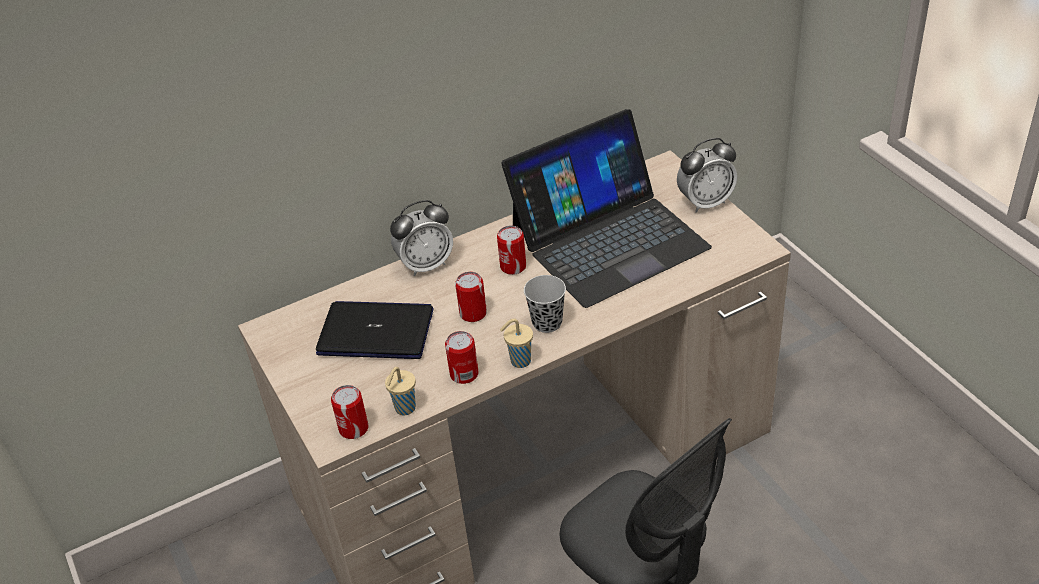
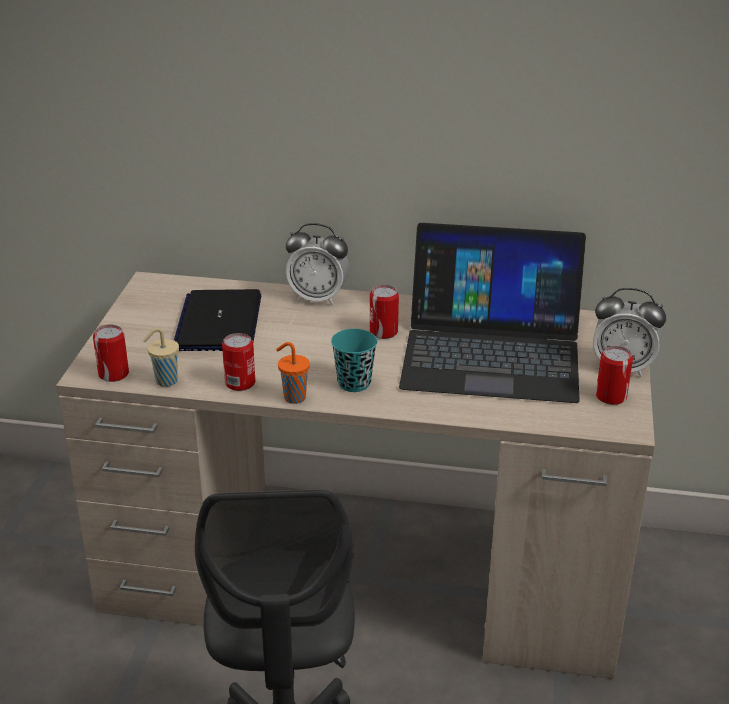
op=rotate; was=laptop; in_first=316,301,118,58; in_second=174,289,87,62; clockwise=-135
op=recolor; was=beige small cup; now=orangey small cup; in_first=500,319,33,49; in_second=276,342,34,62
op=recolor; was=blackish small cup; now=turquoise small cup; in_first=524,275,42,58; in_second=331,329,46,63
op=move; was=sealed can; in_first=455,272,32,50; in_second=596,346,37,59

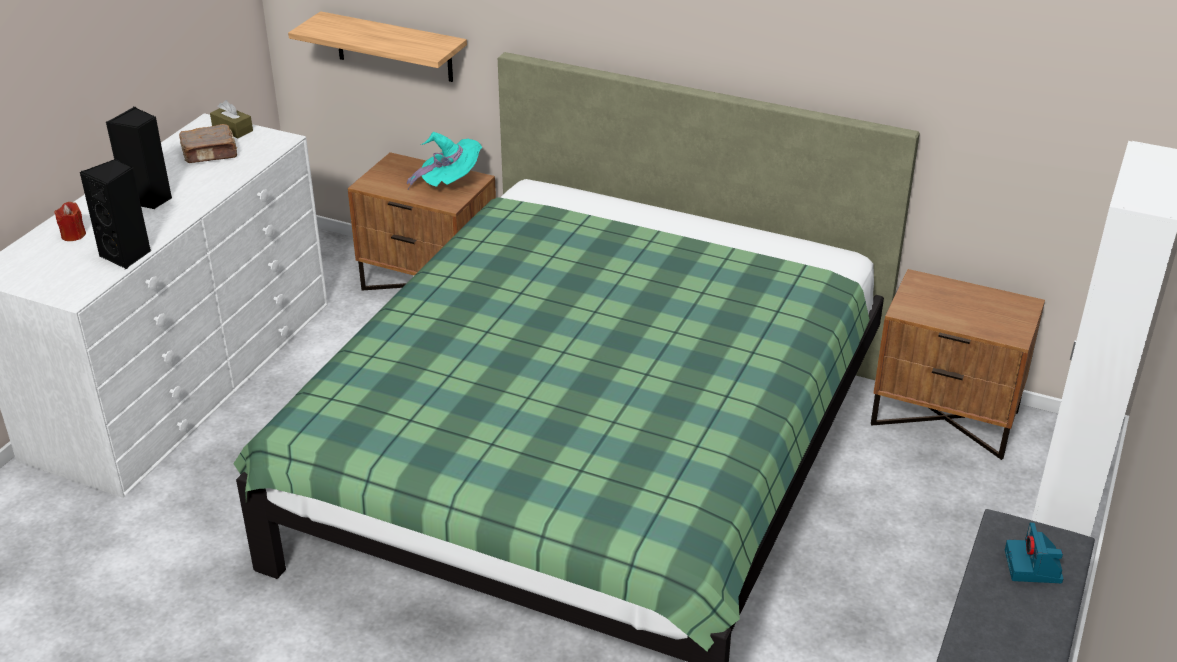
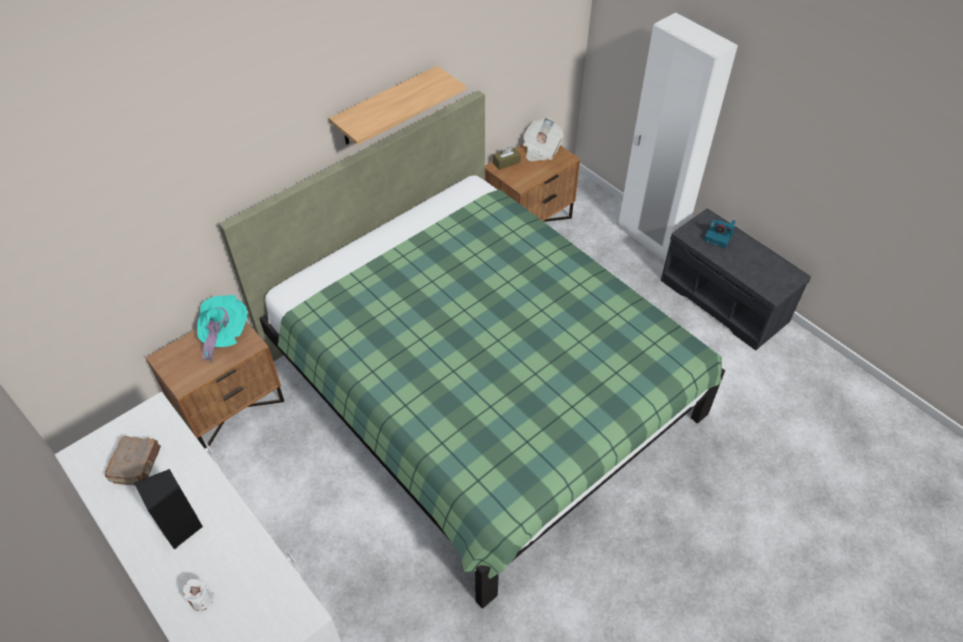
op=recolor; was=red-coloured wax light; now=white-coloured wax light; in_first=54,202,32,39; in_second=183,579,31,32
op=move; was=wall shelf; in_first=288,11,179,71; in_second=329,66,137,79
op=move; was=brownish box of tissues; in_first=210,100,43,38; in_second=493,146,28,24
op=insert; now=newspaper; in_second=523,117,41,44
op=delete; was=blackish loudspeaker; in_first=80,159,71,110

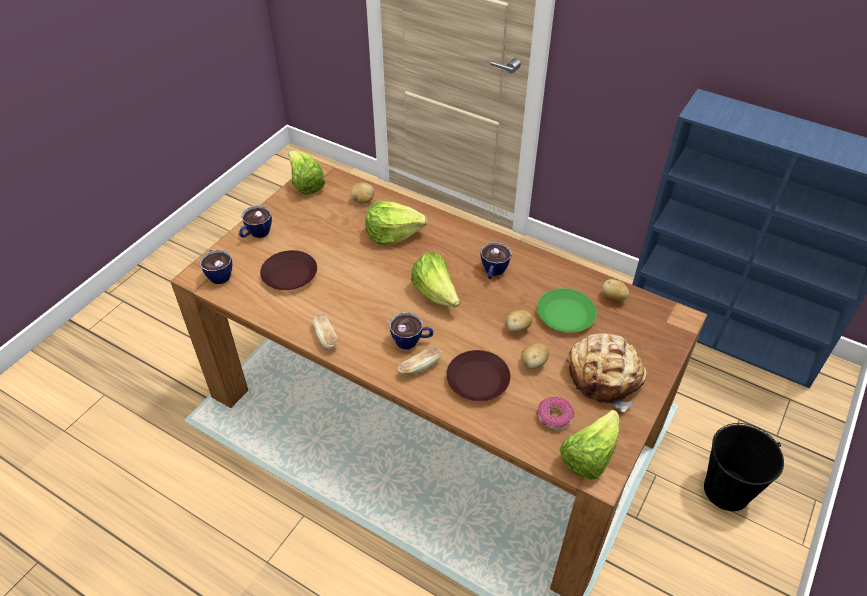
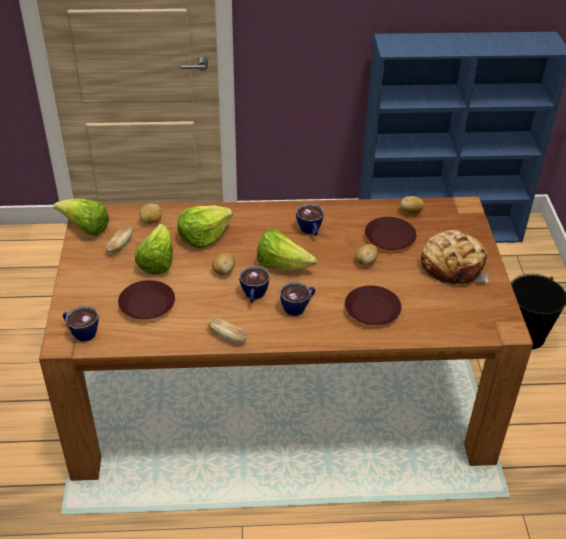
op=move; was=bread; in_first=398,348,43,28; in_second=106,226,27,27
op=move; was=lettuce; in_first=560,410,59,70; in_second=135,224,38,51
op=move; was=potato; in_first=521,344,28,25; in_second=212,253,23,22
op=move; was=small cup; in_first=239,206,33,32; in_second=239,266,31,37
op=recolor; was=green-coloured plate; now=brownish plate; in_first=537,288,60,44; in_second=365,217,51,33
op=delete; was=doughnut; in_first=537,397,37,33

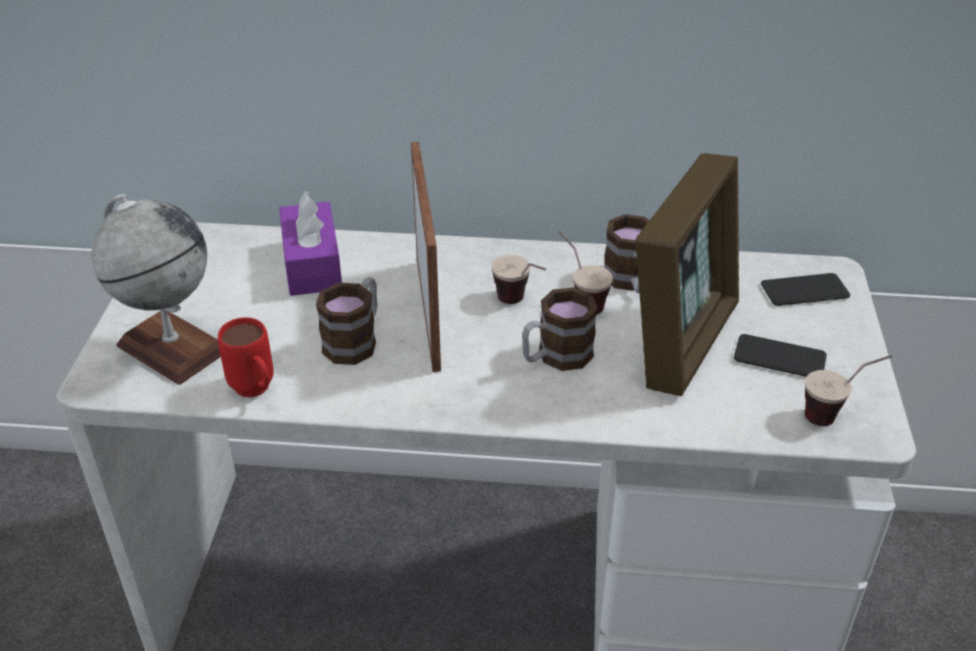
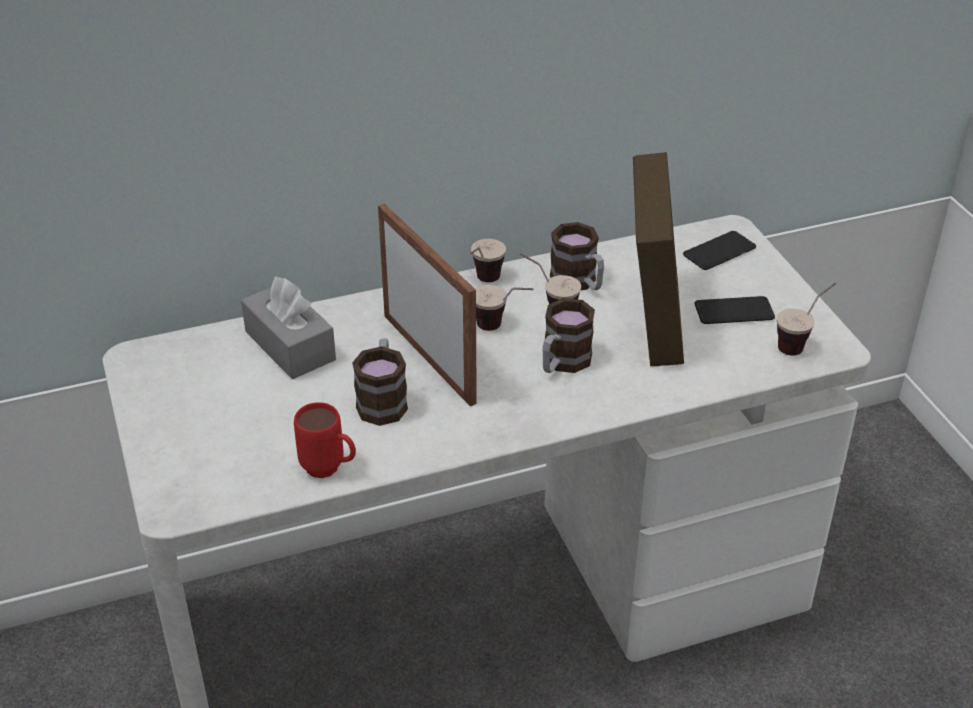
op=recolor; was=purple-coloured box of tissues; now=gray box of tissues; in_first=279,191,63,105; in_second=241,277,95,102
op=insert; now=small cup; in_second=470,239,36,43
op=delete; was=world globe; in_first=91,194,130,191

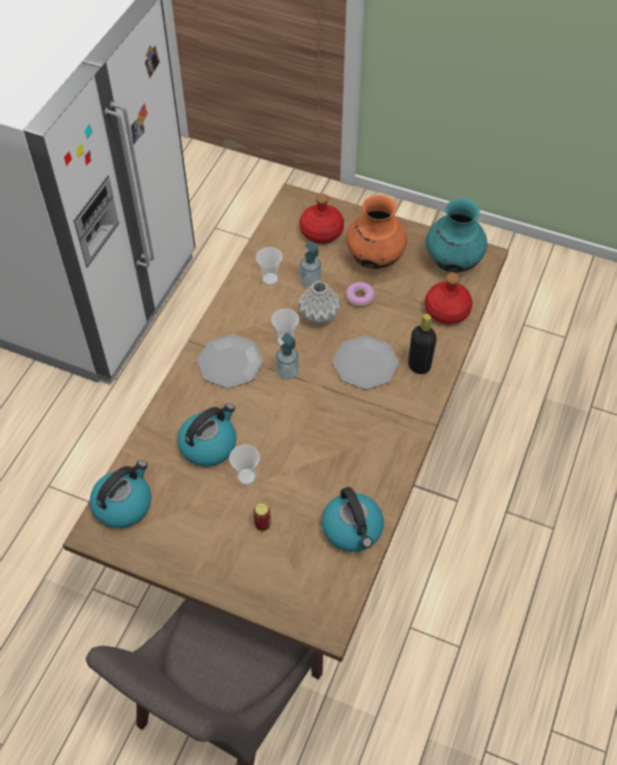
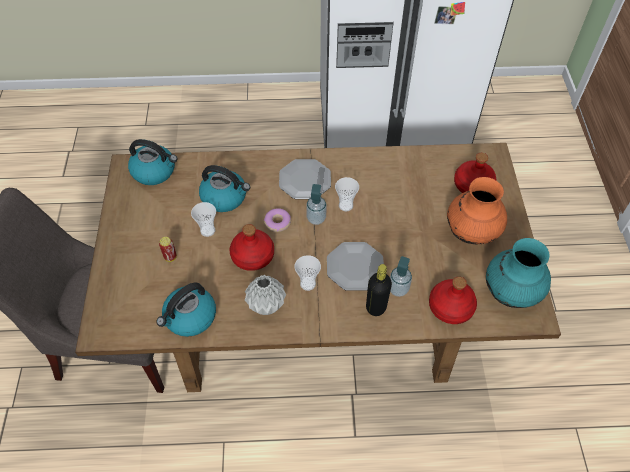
op=insert; now=red-coloured bottle; in_second=229,224,45,47
op=move; was=gray flower vase; in_first=298,281,42,45; in_second=245,275,41,40
op=move; was=doughnut; in_first=346,282,29,25; in_second=264,208,27,24
op=move; was=small cup; in_first=256,247,26,38; in_second=294,255,27,36
op=move; was=liquid soap bottle; in_first=299,241,22,47; in_second=390,256,22,41

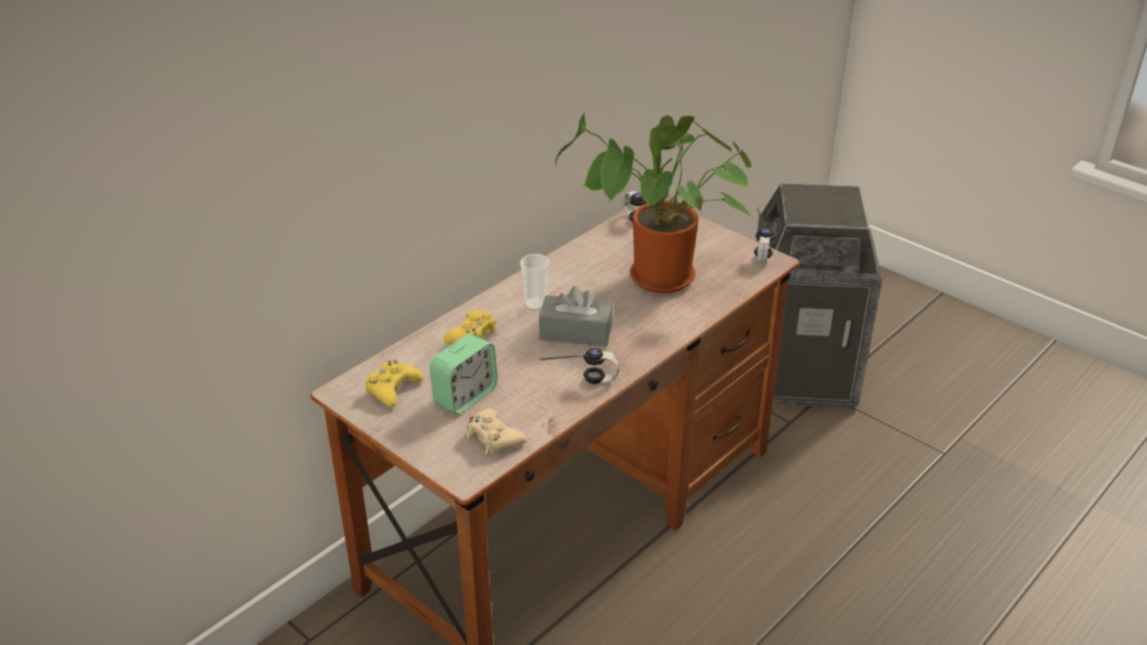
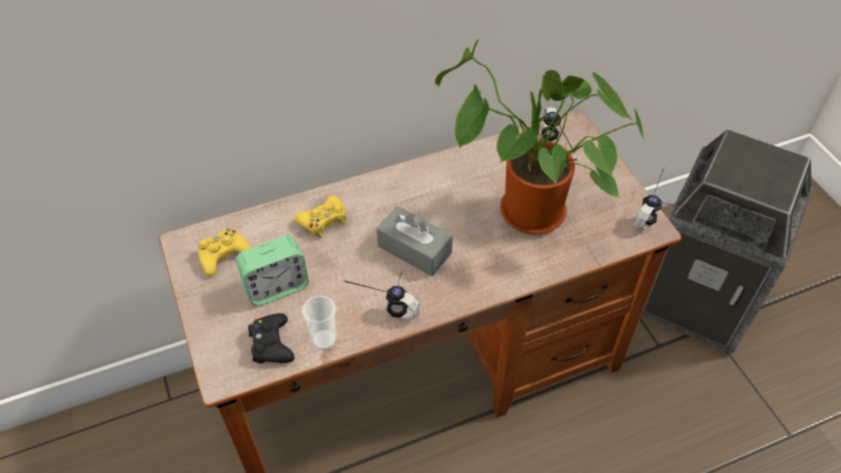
op=recolor; was=beige game controller; now=blackish game controller; in_first=466,408,60,47; in_second=248,313,47,50
op=move; was=small cup; in_first=520,254,30,57; in_second=302,295,35,55

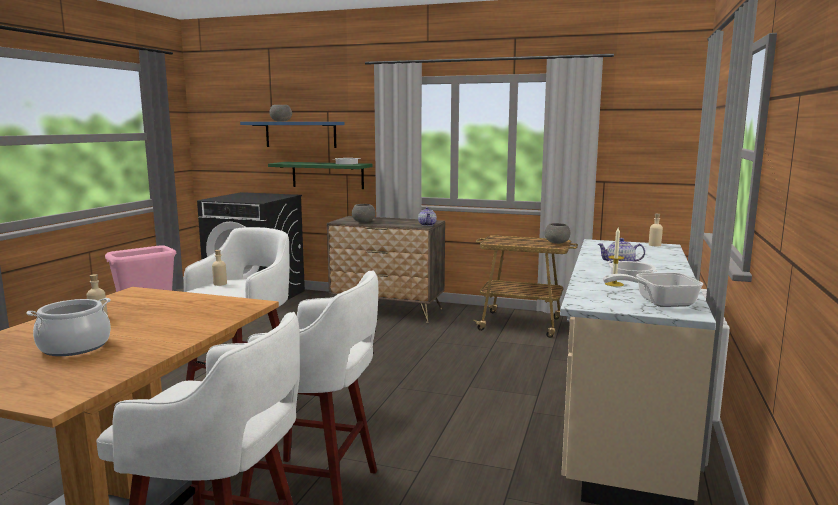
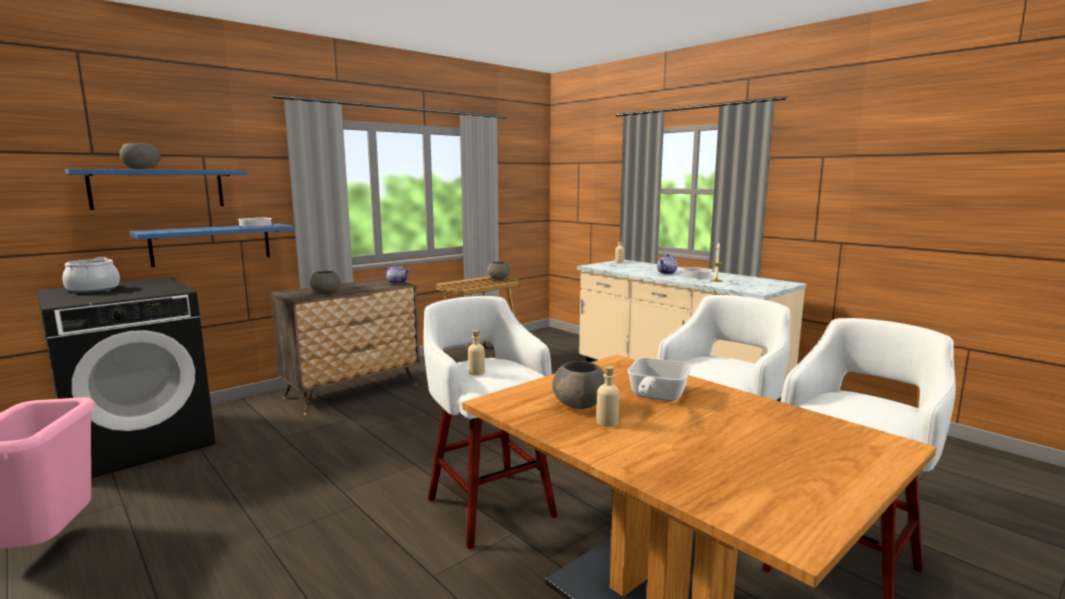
op=move; was=stockpot; in_first=26,298,85,58; in_second=62,257,58,36
op=recolor; was=green-coloured wall shelf; now=bluish wall shelf; in_first=268,162,104,27; in_second=129,224,165,43
op=insert; now=gray bowl; in_second=552,361,53,48
op=move; was=skillet; in_first=603,273,100,34; in_second=627,358,65,43

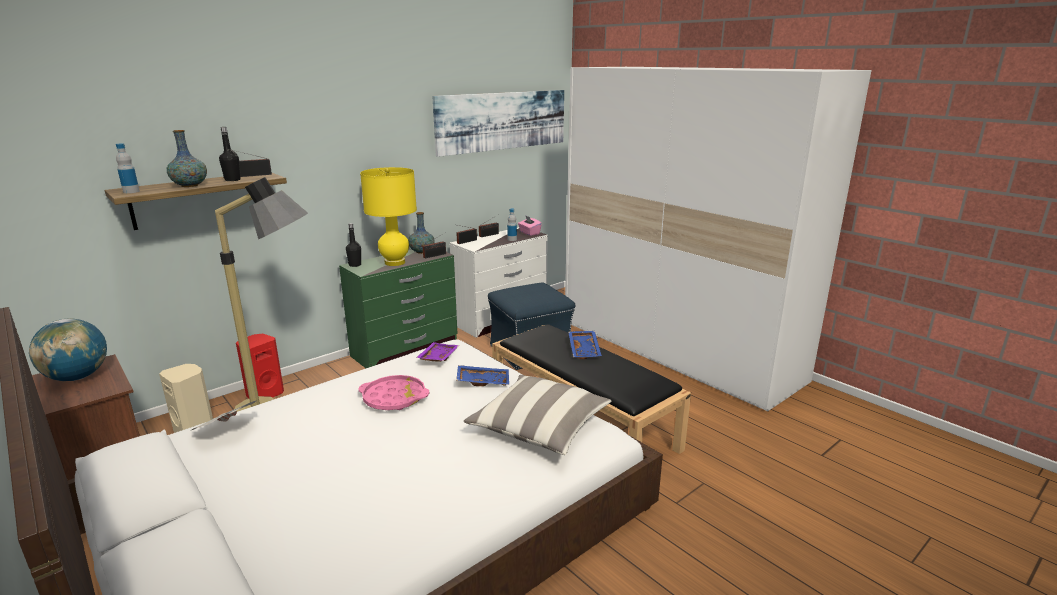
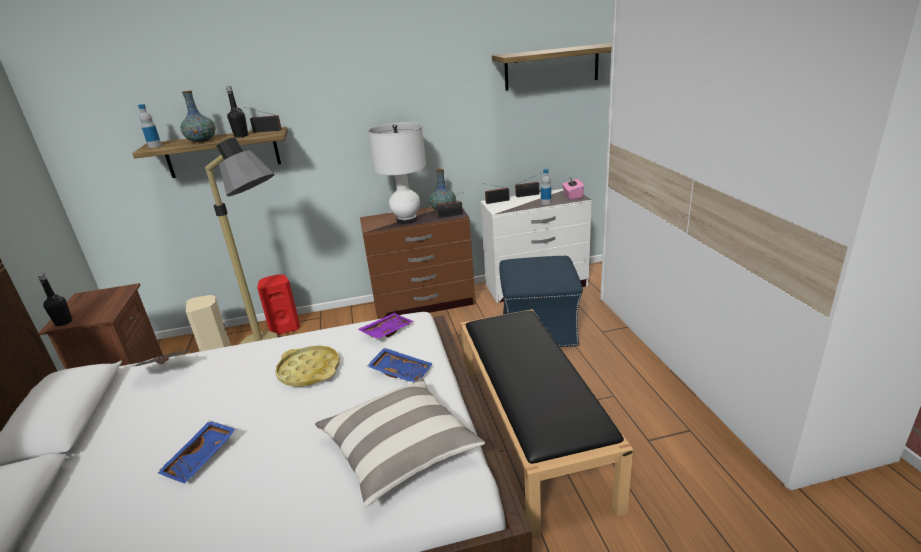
op=move; was=blackish bottle; in_first=346,223,15,44; in_second=38,274,34,52
op=move; was=bluish tray; in_first=568,331,34,28; in_second=157,421,79,62
op=recolor; was=pink-coloured tray; now=yellowish tray; in_first=358,375,72,35; in_second=275,345,65,42
op=recolor; was=green-coloured chest of drawers; now=brownish chest of drawers; in_first=339,249,118,119; in_second=360,207,115,112
op=recolor; was=yellowish table lamp; now=white-coloured table lamp; in_first=360,167,57,99; in_second=368,122,58,102
op=replace; was=picture; now=wall shelf; in_first=432,90,132,67; in_second=492,43,120,47
op=delete; was=world globe; in_first=29,318,78,63

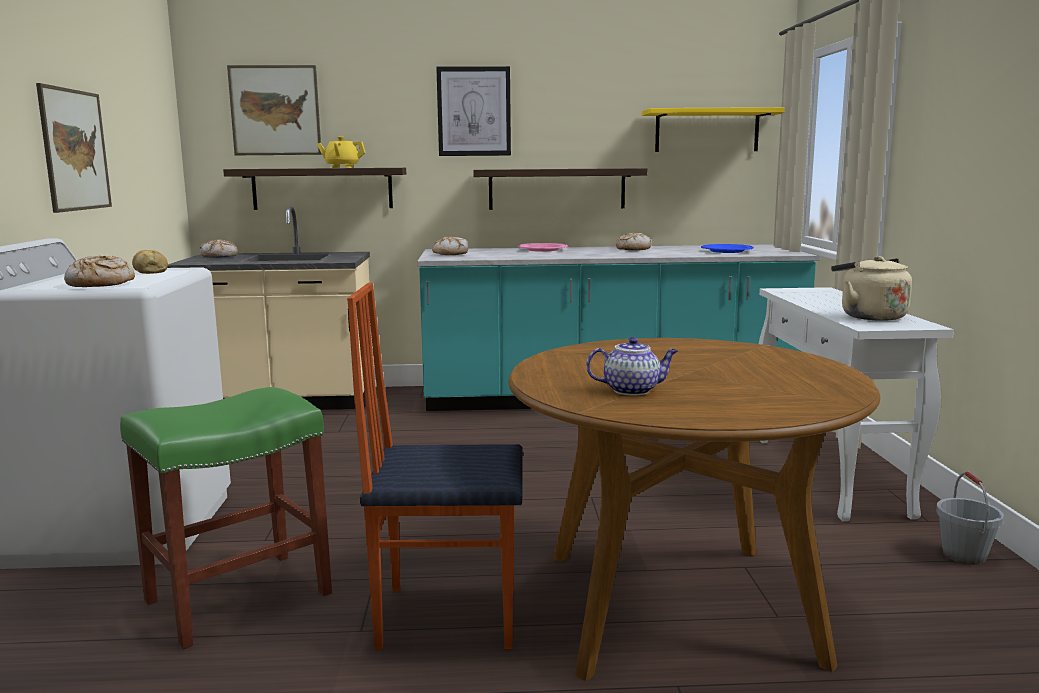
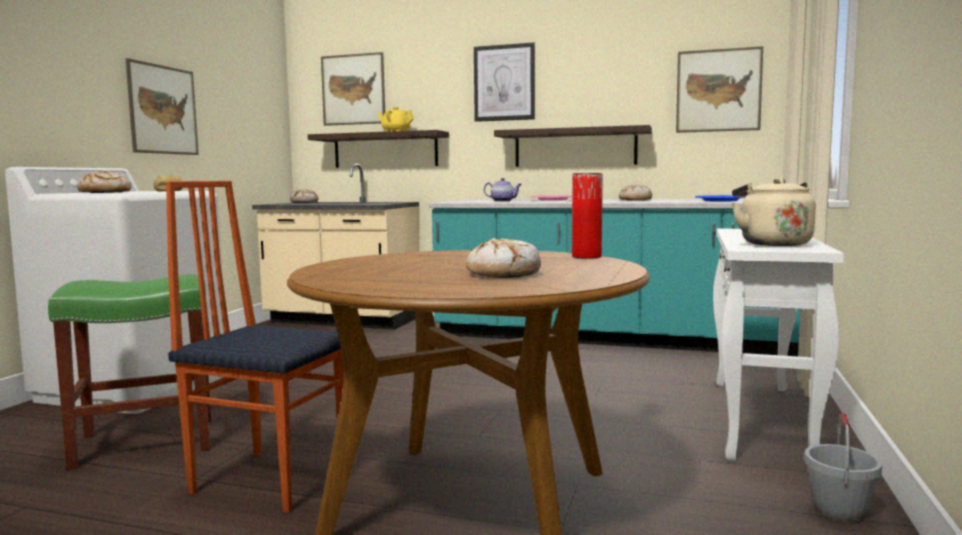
op=move; was=bread; in_first=432,237,36,18; in_second=466,238,75,40
op=move; was=pot for tea; in_first=586,337,92,59; in_second=484,178,38,24
op=insert; now=red-coloured flower vase; in_second=572,173,31,86
op=replace; was=yellowish wall shelf; now=picture; in_first=641,107,144,45; in_second=676,46,87,87

